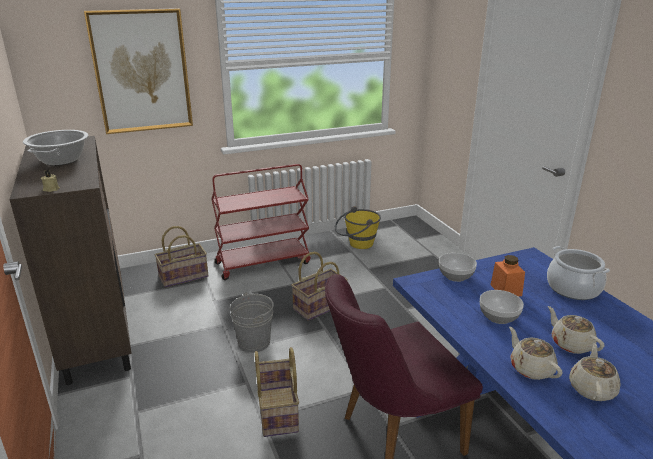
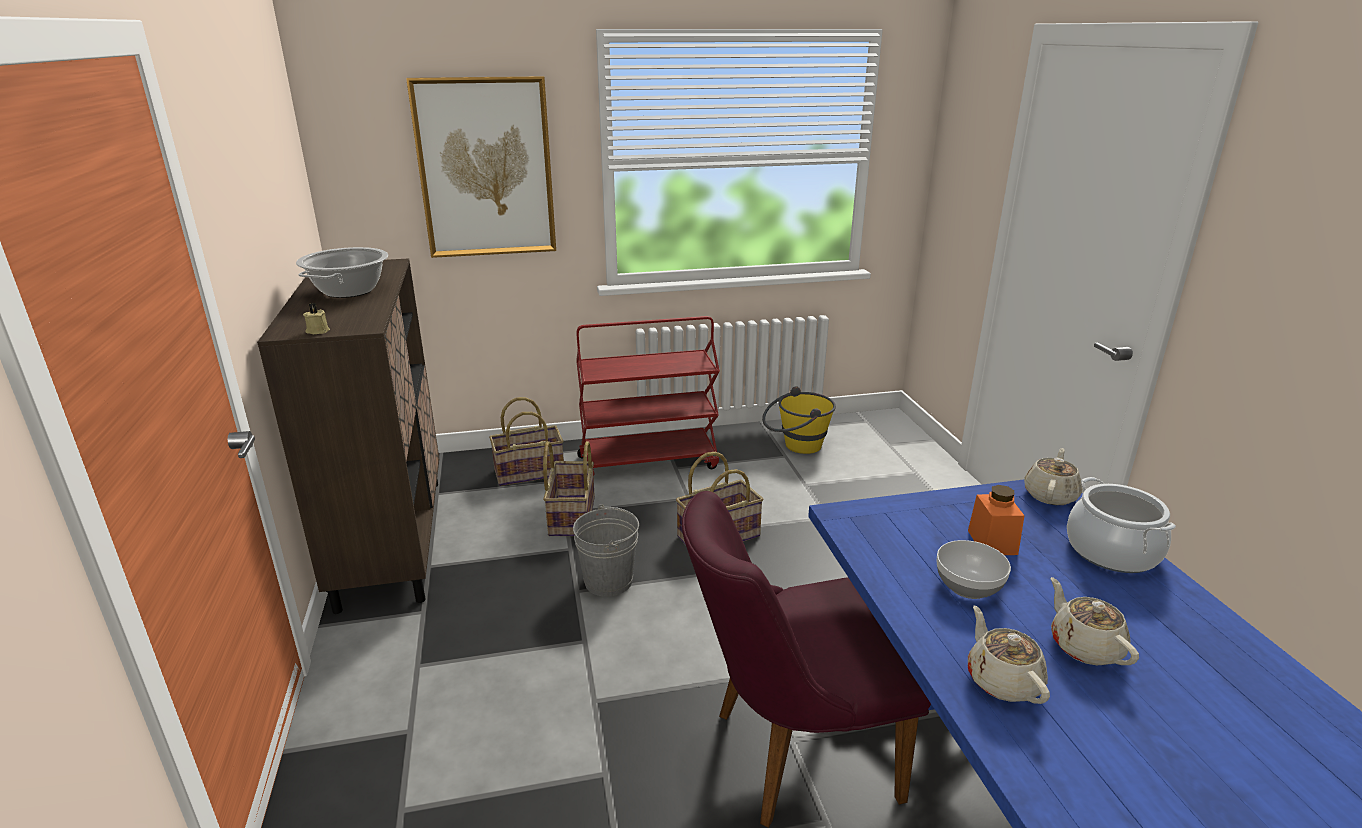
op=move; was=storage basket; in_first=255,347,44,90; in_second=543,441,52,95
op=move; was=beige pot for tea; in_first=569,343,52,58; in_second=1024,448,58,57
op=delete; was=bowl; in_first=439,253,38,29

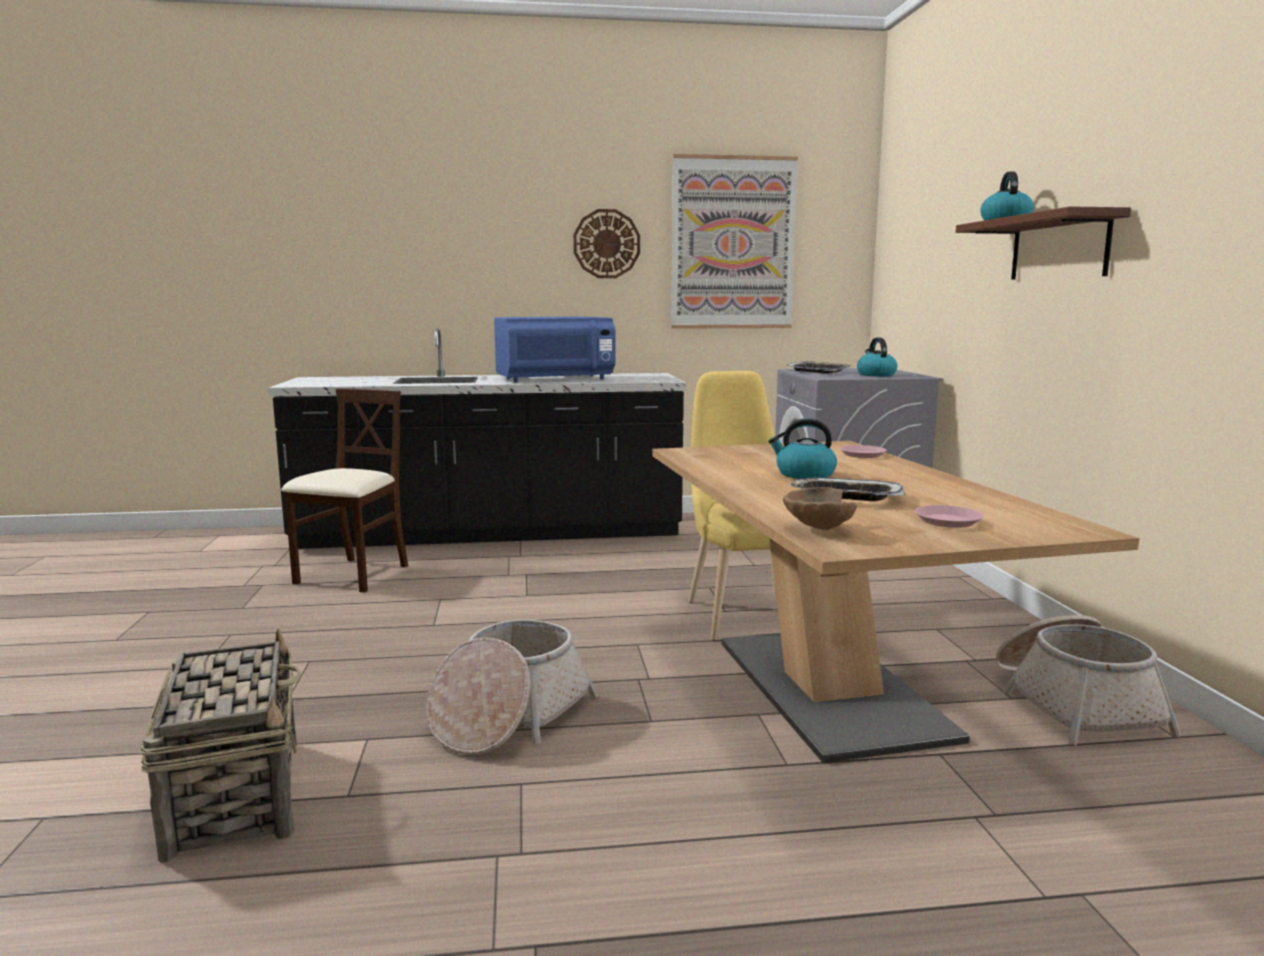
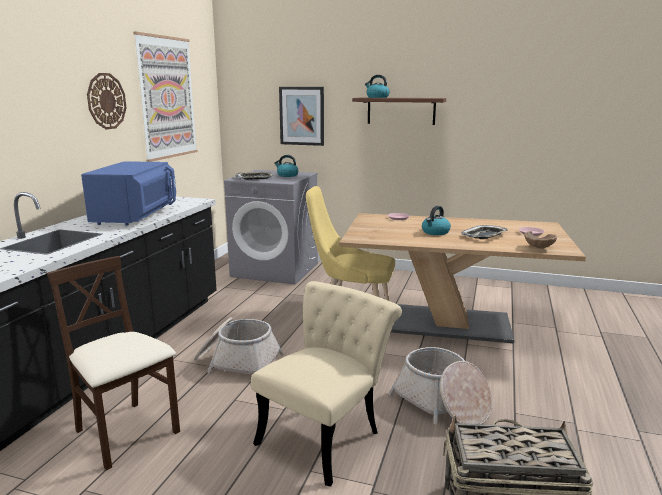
op=move; was=storage basket; in_first=996,615,185,130; in_second=194,317,89,57
op=insert; now=beige plain chair; in_second=251,281,151,206
op=insert; now=picture; in_second=279,87,45,59

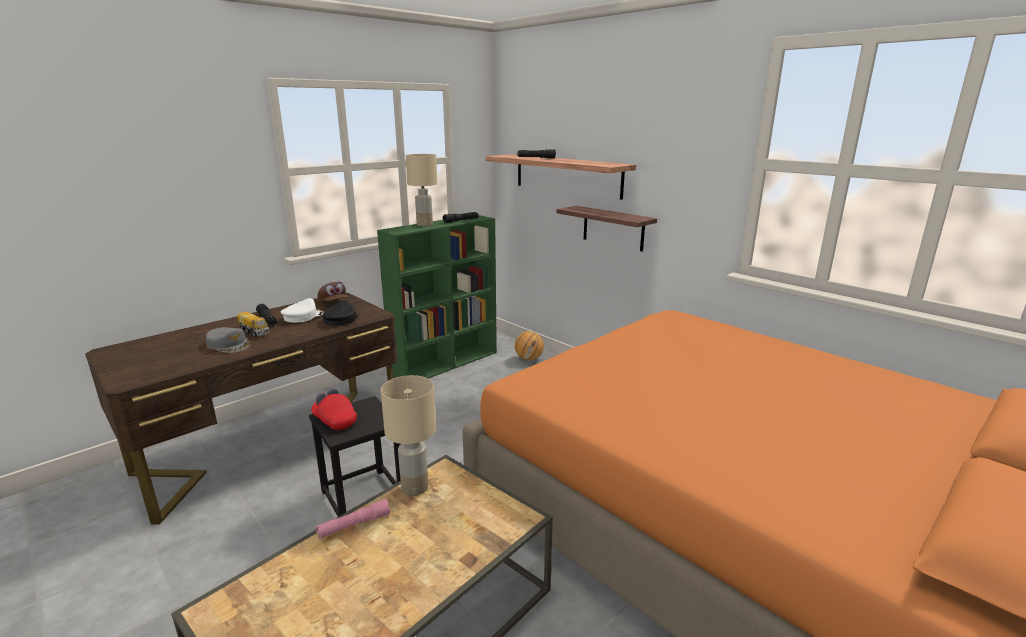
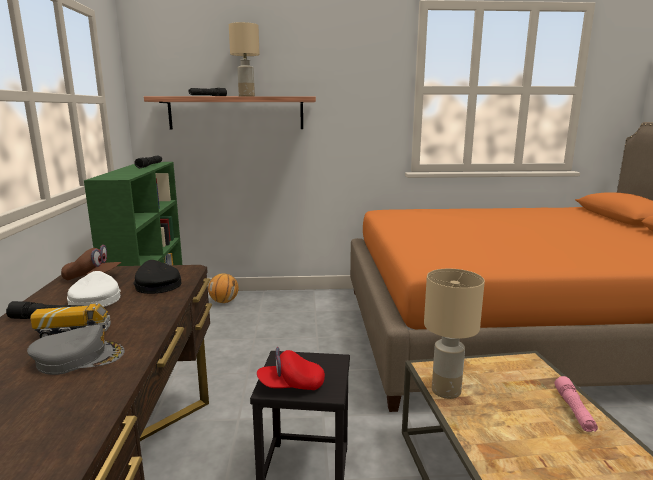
op=move; was=beige table lamp; in_first=406,154,31,72; in_second=229,22,31,74
op=move; was=pink-coloured flashlight; in_first=316,499,74,39; in_second=555,376,43,56
op=delete; was=wall shelf; in_first=556,206,101,46

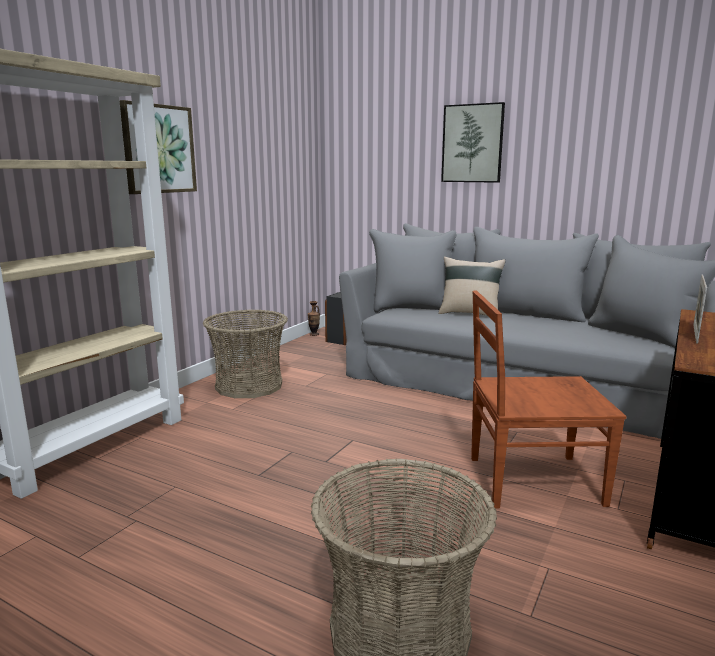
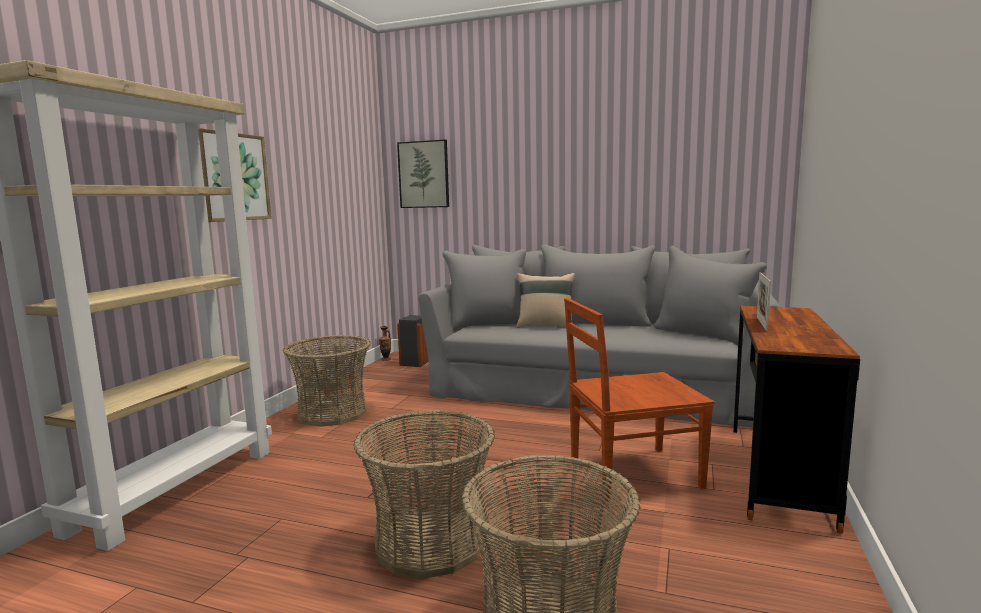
op=insert; now=storage basket; in_second=353,409,142,170
op=move; was=picture; in_first=441,102,64,81; in_second=397,140,52,68

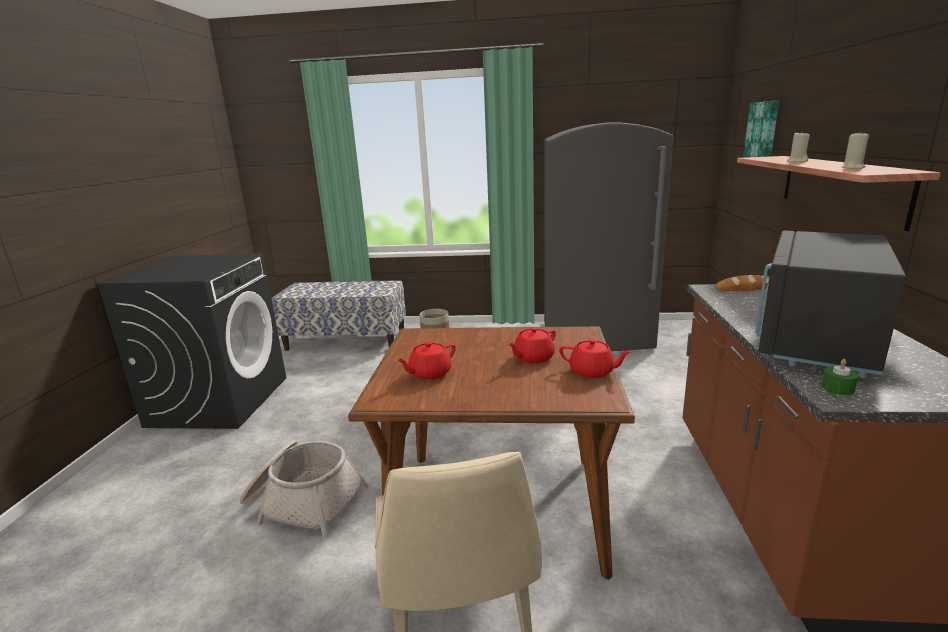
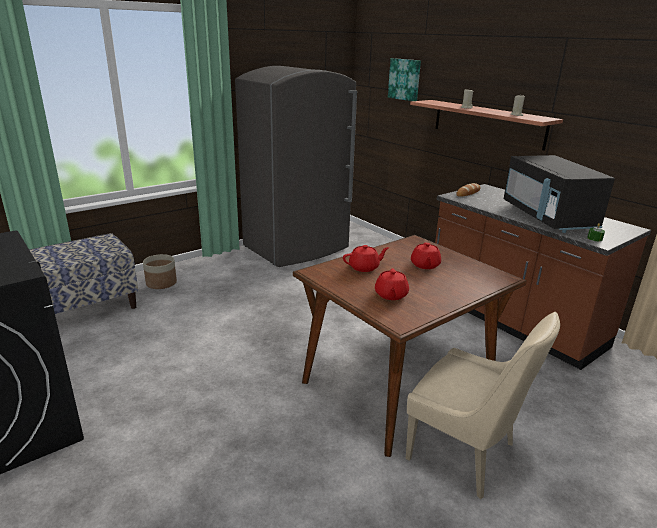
op=move; was=red-coloured pot for tea; in_first=559,339,73,39; in_second=343,245,46,27
op=delete; was=storage basket; in_first=240,440,129,99

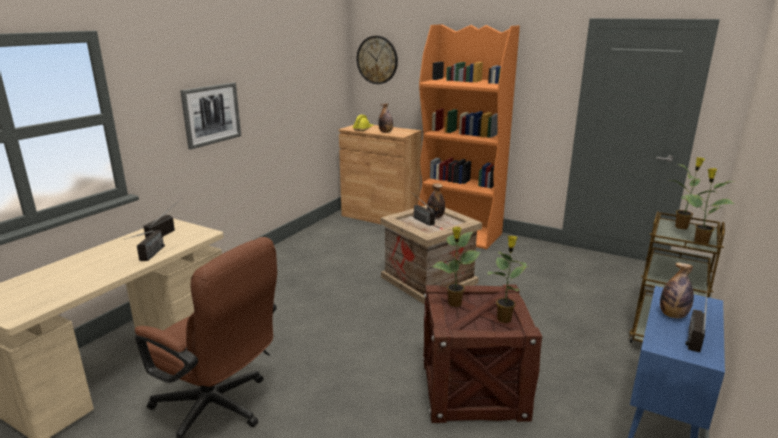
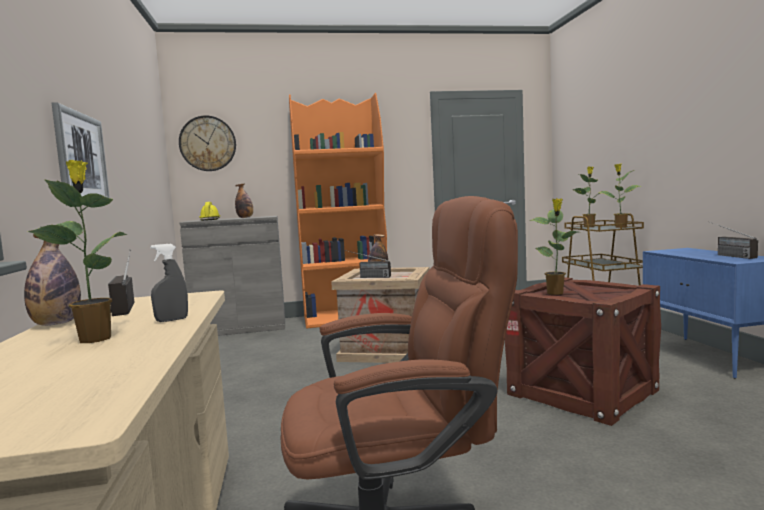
op=move; was=bottle; in_first=660,263,34,55; in_second=24,234,57,92
op=move; was=plant in a pot; in_first=488,235,41,88; in_second=28,160,99,183
op=replace; was=radio; now=gray spray bottle; in_first=124,230,41,31; in_second=150,244,38,78
op=recolor; was=brownish storage cabinet; now=gray storage cabinet; in_first=339,125,83,100; in_second=180,216,105,120

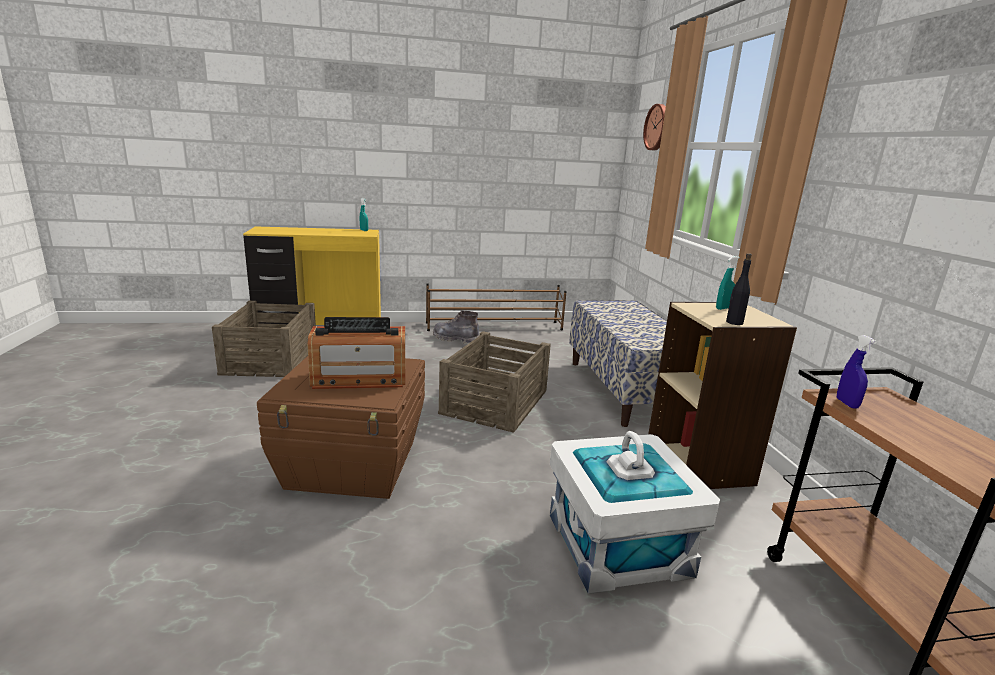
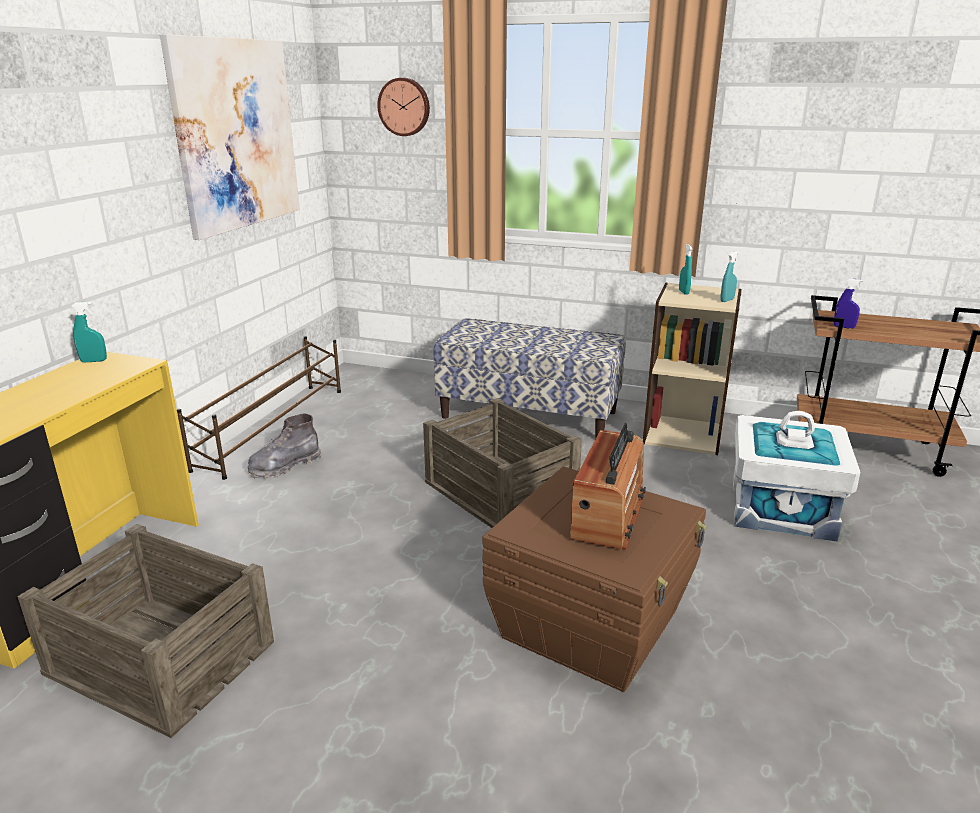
op=insert; now=picture; in_second=160,34,140,206
op=replace; was=blackish bottle; now=turquoise spray bottle; in_first=726,253,26,72; in_second=720,251,19,51

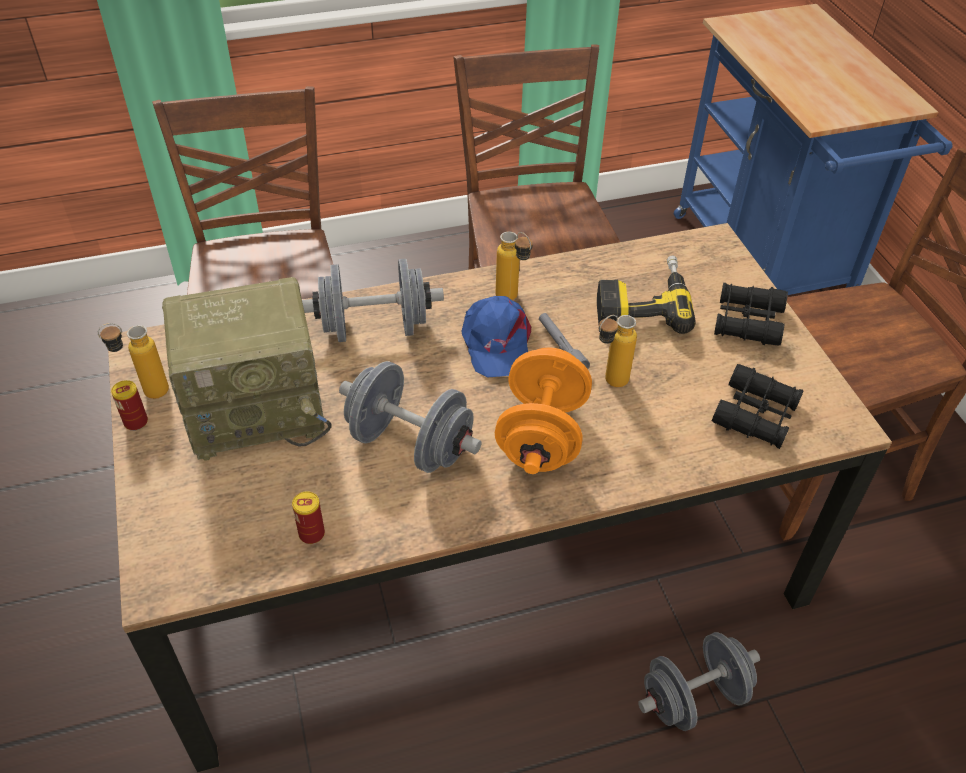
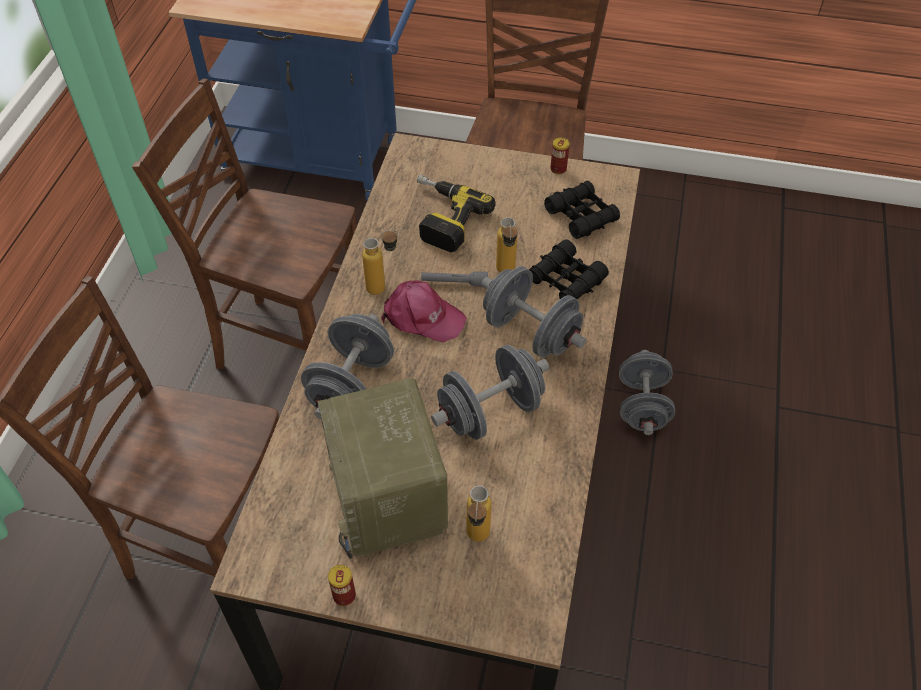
op=rotate; was=radio; in_first=162,277,170,184; in_second=318,378,130,181; clockwise=150
op=recolor; was=bluish baseball cap; now=pink-coloured baseball cap; in_first=461,296,70,81; in_second=381,280,86,62
op=move; was=bottle; in_first=98,323,71,76; in_second=466,486,25,56
op=recolor; was=orangey dumbbell; now=gray dumbbell; in_first=495,348,97,126; in_second=481,266,105,92
op=move; was=blackish binoculars; in_first=714,283,74,62; in_second=529,239,80,60
op=move; was=sealed can; in_first=292,491,33,53; in_second=550,138,20,37

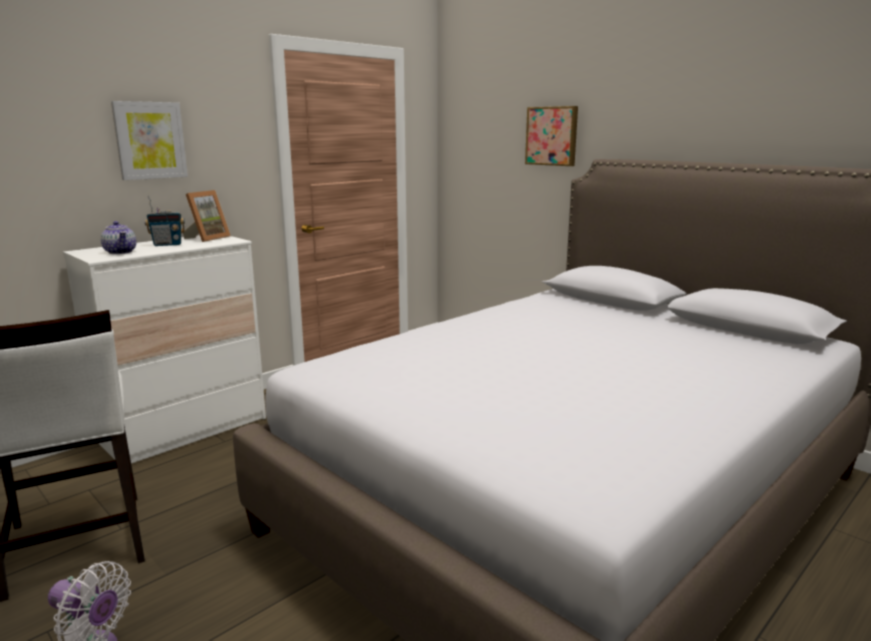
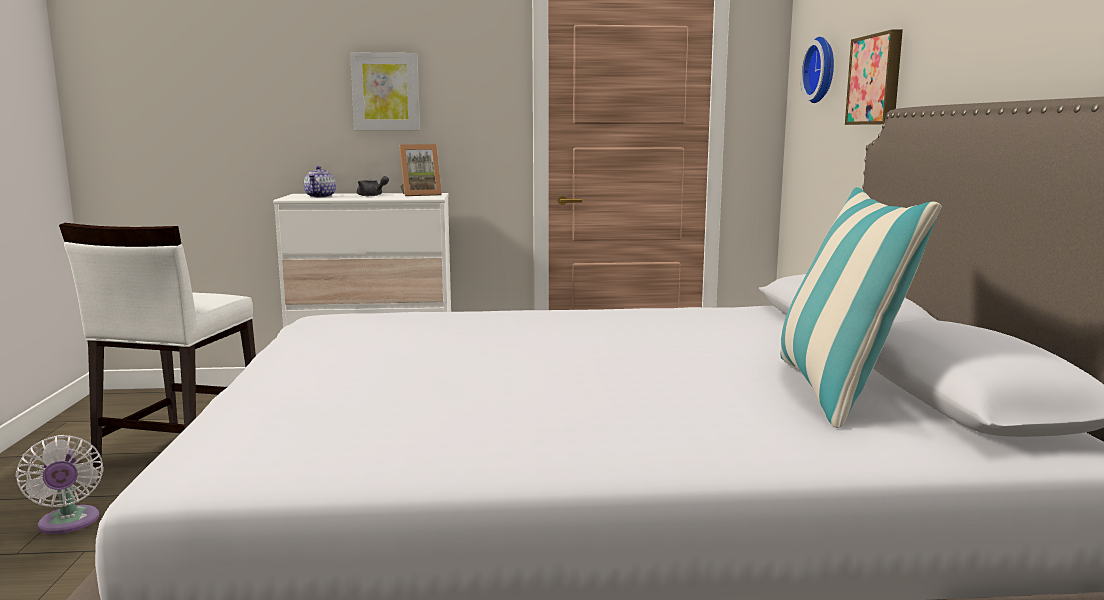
op=replace; was=radio; now=gray pot for tea; in_first=145,196,40,50; in_second=357,176,32,20
op=insert; now=throw pillow; in_second=781,187,160,241
op=insert; now=wall clock; in_second=800,37,34,66

